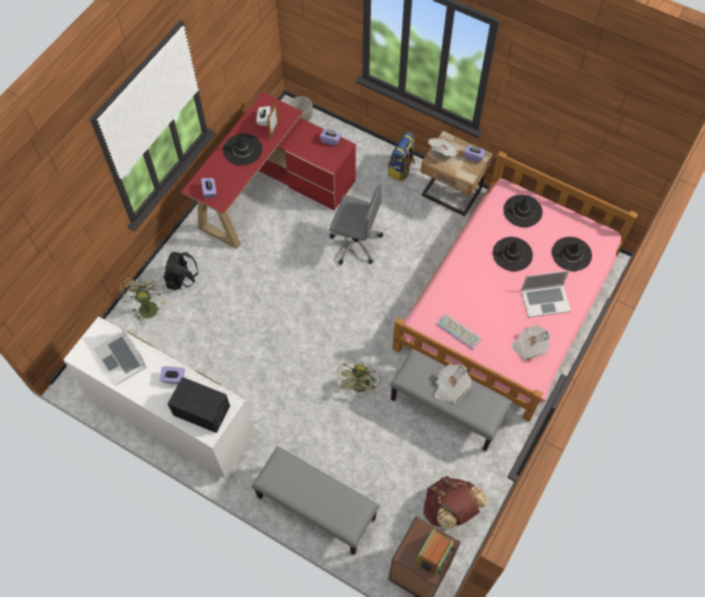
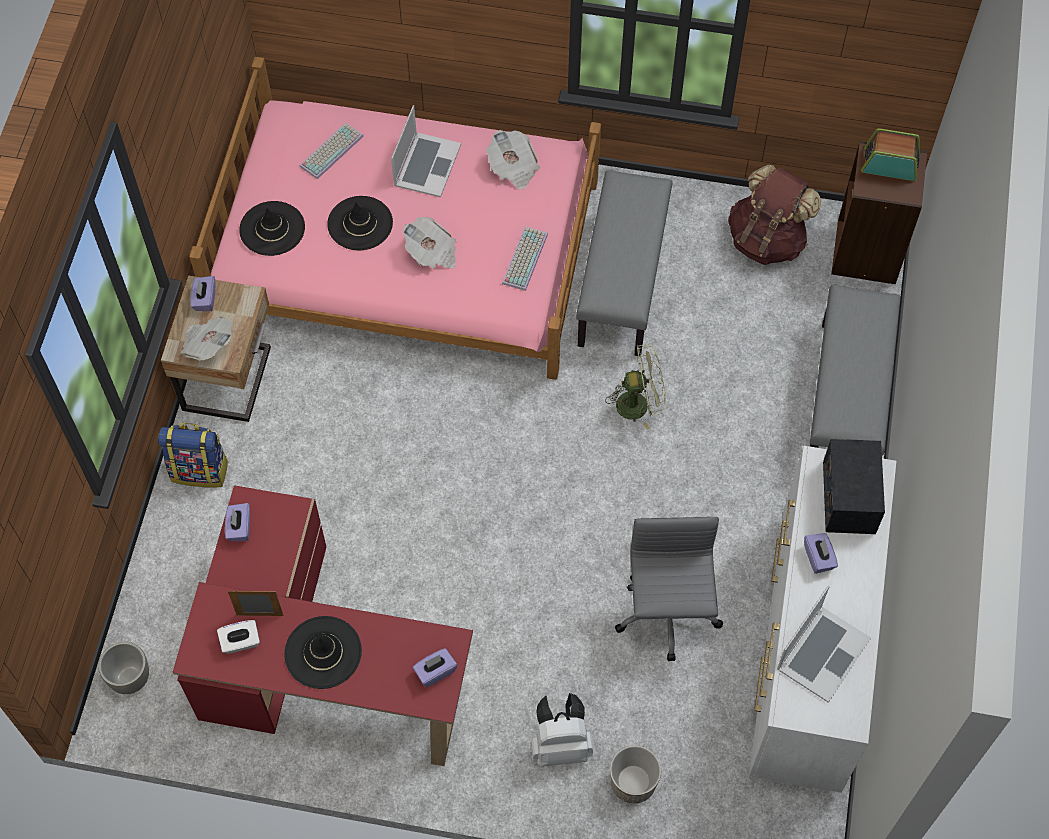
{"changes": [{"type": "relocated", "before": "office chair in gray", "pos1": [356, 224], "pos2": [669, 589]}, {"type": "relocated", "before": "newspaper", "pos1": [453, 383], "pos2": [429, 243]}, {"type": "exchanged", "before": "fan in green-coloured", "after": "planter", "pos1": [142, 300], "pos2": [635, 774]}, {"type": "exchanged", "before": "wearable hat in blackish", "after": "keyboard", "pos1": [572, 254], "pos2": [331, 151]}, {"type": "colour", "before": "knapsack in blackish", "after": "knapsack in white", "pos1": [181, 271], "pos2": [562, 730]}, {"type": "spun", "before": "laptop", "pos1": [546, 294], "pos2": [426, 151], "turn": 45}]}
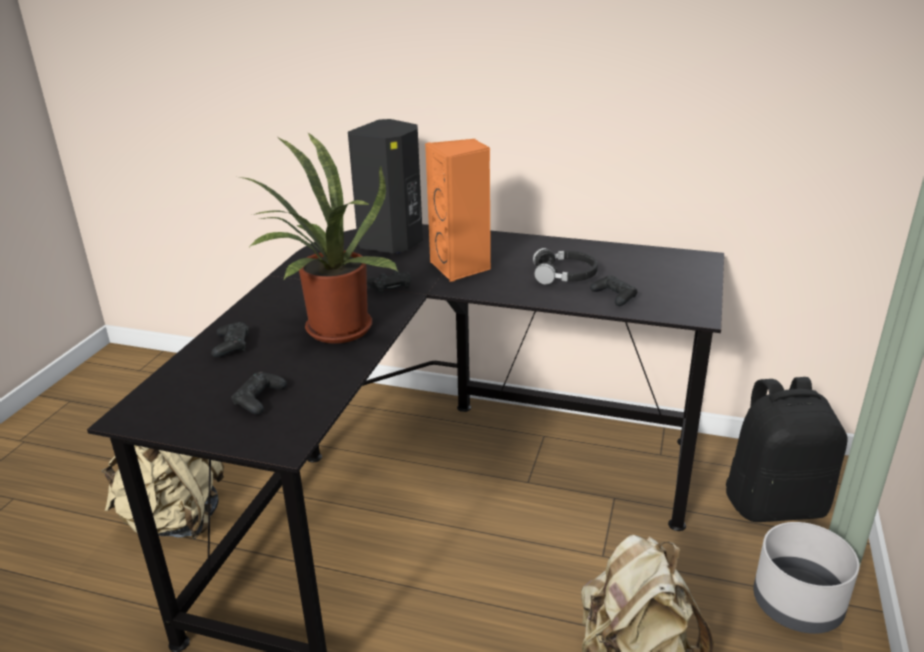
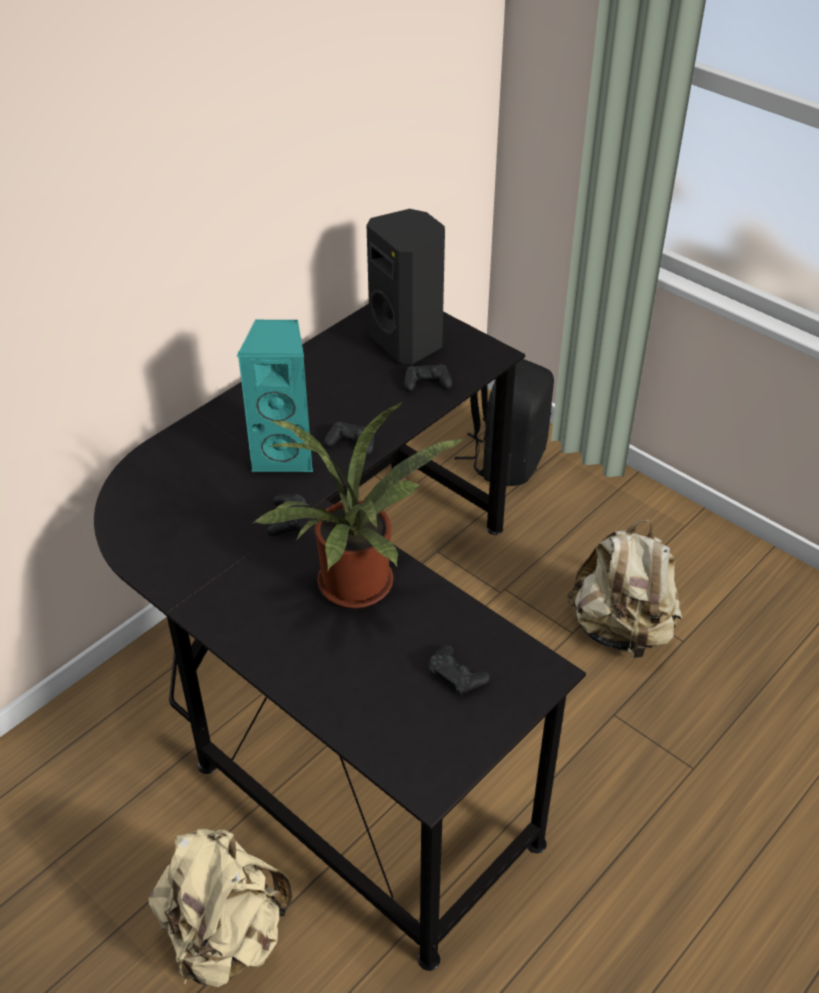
{"changes": [{"type": "missing", "before": "pair of headphones in blackish", "pos1": [565, 266]}, {"type": "missing", "before": "planter in gray", "pos1": [806, 578]}, {"type": "relocated", "before": "joypad in blackish", "pos1": [230, 340], "pos2": [349, 438]}, {"type": "relocated", "before": "loudspeaker in blackish", "pos1": [385, 186], "pos2": [405, 286]}, {"type": "colour", "before": "loudspeaker in orange-coloured", "after": "loudspeaker in turquoise-coloured", "pos1": [458, 210], "pos2": [275, 395]}]}
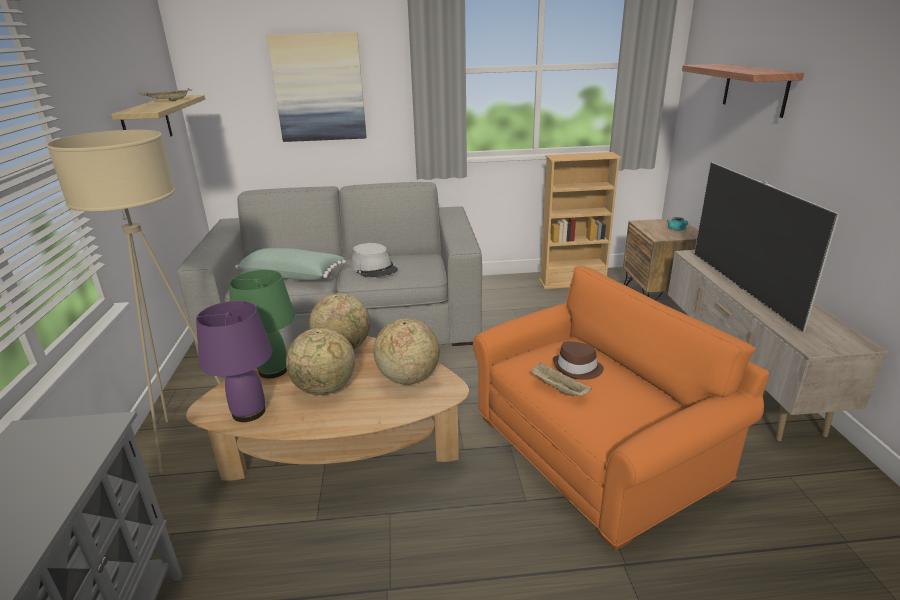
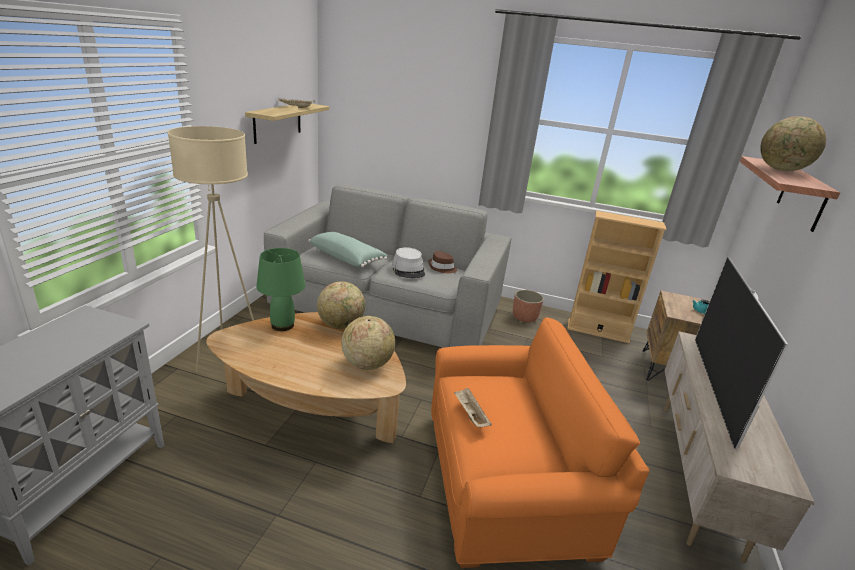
{"changes": [{"type": "missing", "before": "table lamp in purple-coloured", "pos1": [234, 361]}, {"type": "missing", "before": "picture", "pos1": [317, 87]}, {"type": "appeared", "after": "planter", "pos2": [528, 306]}, {"type": "relocated", "before": "desk globe", "pos1": [320, 361], "pos2": [793, 143]}, {"type": "relocated", "before": "wearable hat in brown-coloured", "pos1": [578, 360], "pos2": [442, 262]}]}
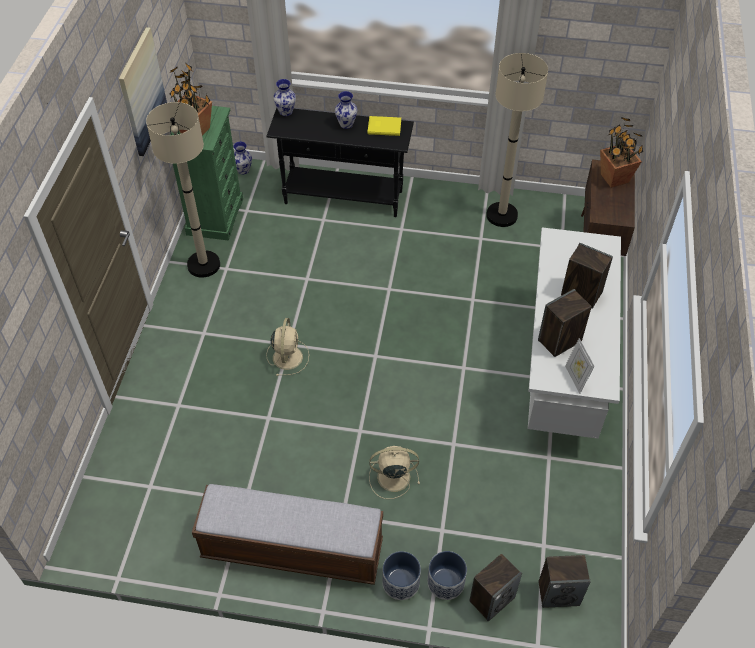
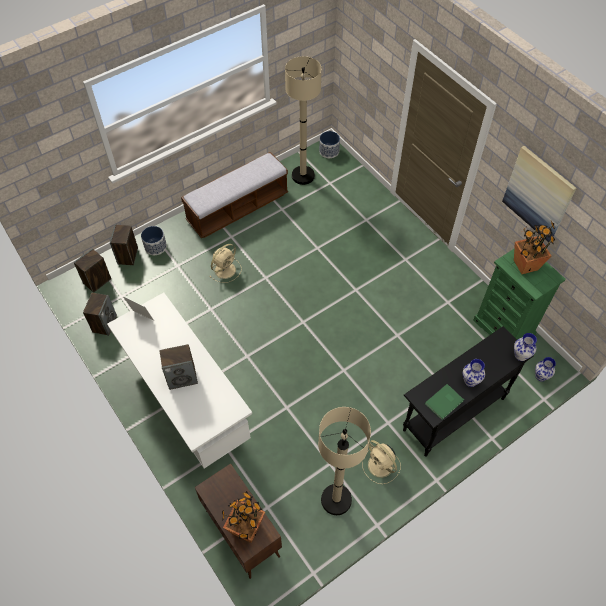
{"changes": [{"type": "relocated", "before": "floor lamp in beige-coloured", "pos1": [183, 190], "pos2": [303, 120]}, {"type": "relocated", "before": "fan in beige-coloured", "pos1": [287, 347], "pos2": [381, 462]}, {"type": "relocated", "before": "planter", "pos1": [401, 575], "pos2": [329, 144]}, {"type": "relocated", "before": "loudspeaker", "pos1": [565, 323], "pos2": [100, 314]}, {"type": "colour", "before": "bound book in yellowish", "after": "bound book in green-coloured", "pos1": [384, 126], "pos2": [444, 402]}]}
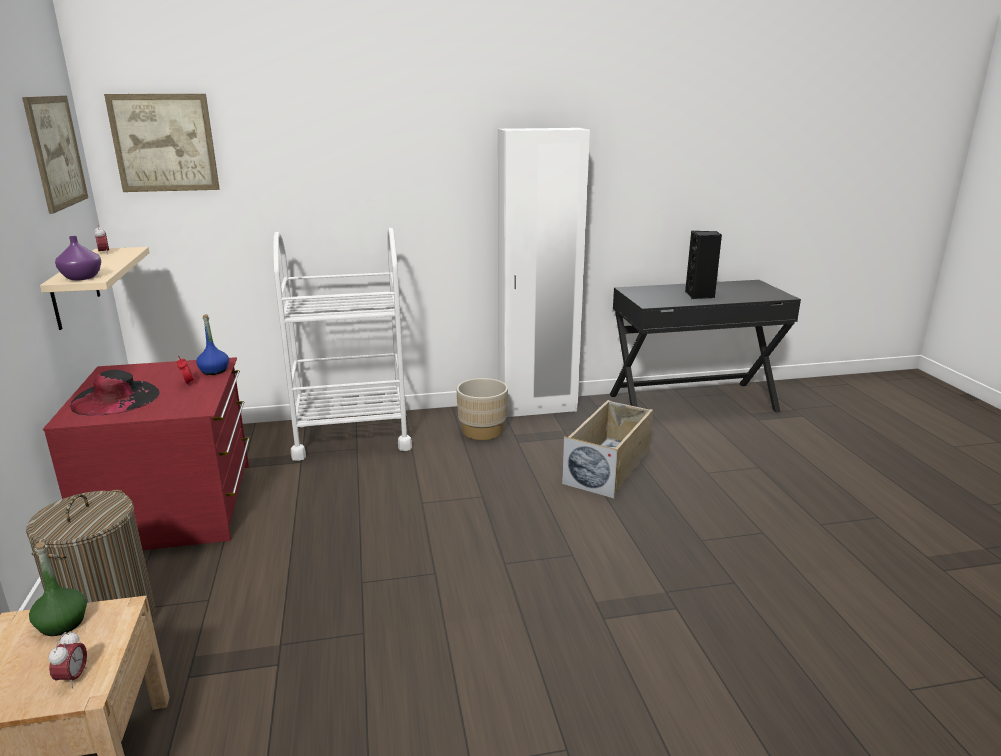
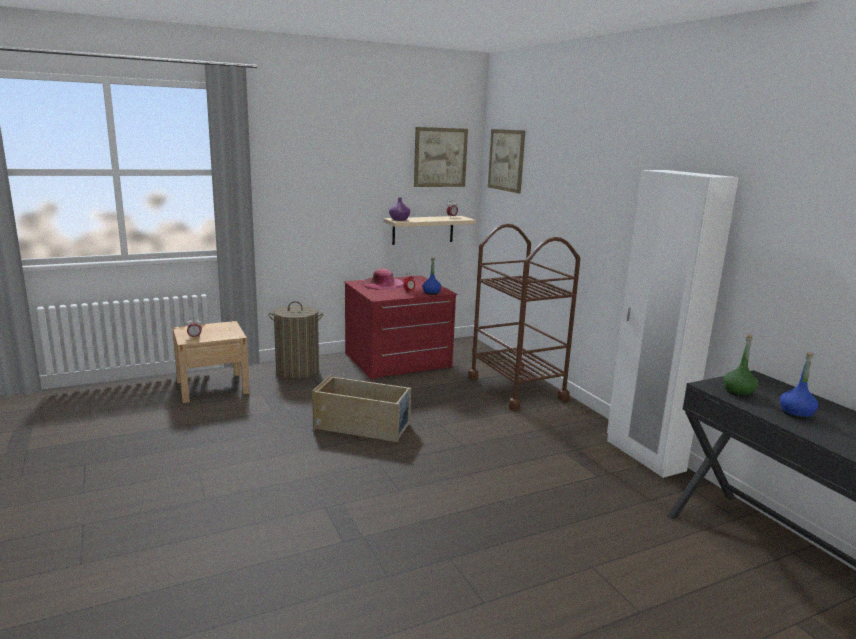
{"changes": [{"type": "missing", "before": "planter in beige-coloured", "pos1": [482, 409]}, {"type": "relocated", "before": "bottle in green-coloured", "pos1": [58, 589], "pos2": [740, 366]}, {"type": "relocated", "before": "storage container in beige-coloured", "pos1": [607, 449], "pos2": [361, 408]}, {"type": "exchanged", "before": "loudspeaker in blackish", "after": "bottle in blue-coloured", "pos1": [703, 264], "pos2": [799, 385]}, {"type": "colour", "before": "wearable hat in blackish", "after": "wearable hat in pink", "pos1": [115, 393], "pos2": [382, 279]}, {"type": "colour", "before": "trolley in white", "after": "trolley in brown-coloured", "pos1": [342, 344], "pos2": [524, 317]}]}
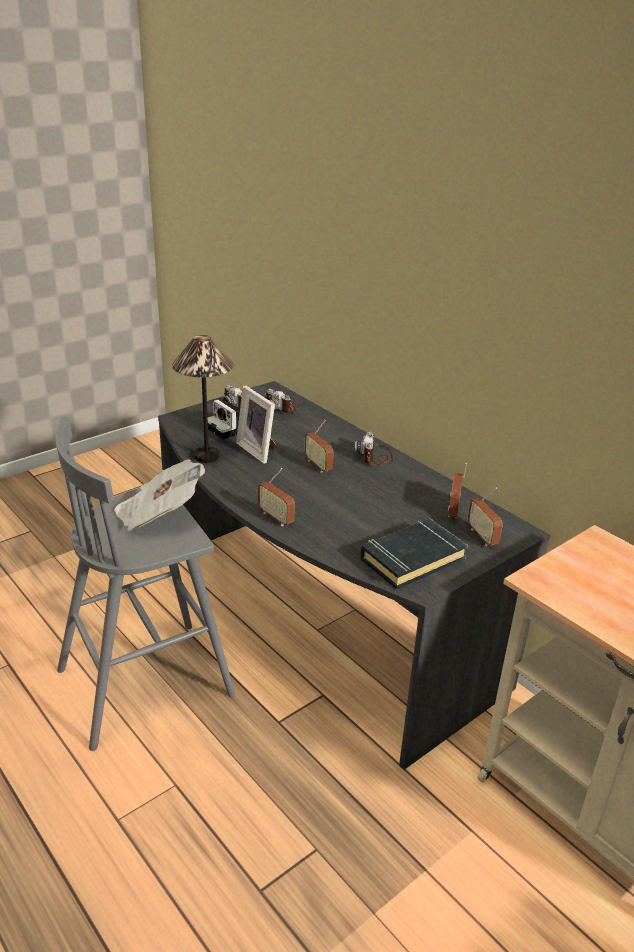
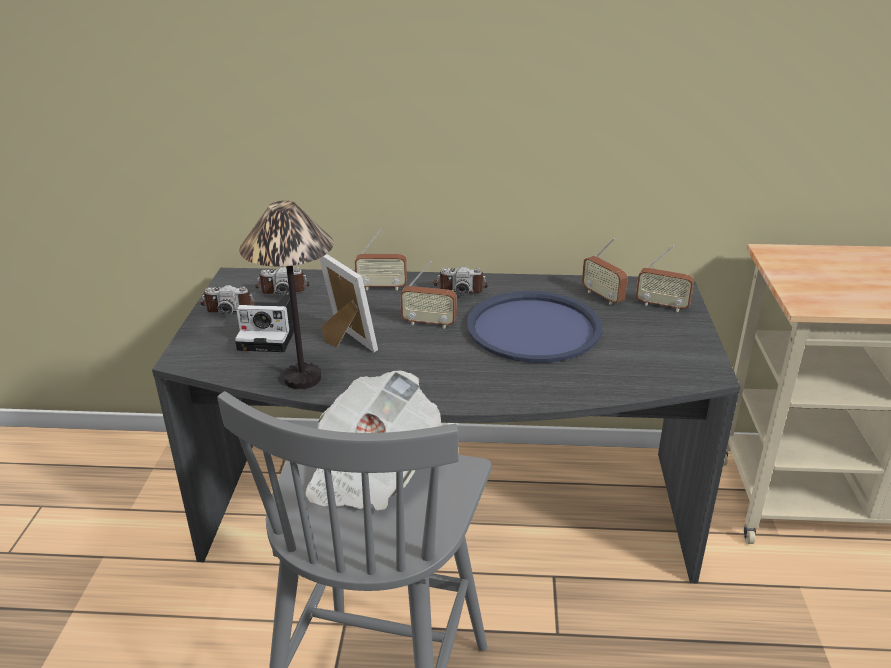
{"changes": [{"type": "missing", "before": "bound book in blackish", "pos1": [414, 553]}, {"type": "appeared", "after": "tray in blue-coloured", "pos2": [534, 327]}, {"type": "relocated", "before": "radio set", "pos1": [276, 497], "pos2": [381, 259]}, {"type": "spun", "before": "photo frame", "pos1": [255, 425], "pos2": [348, 303], "turn": -135}, {"type": "spun", "before": "photo camera", "pos1": [373, 448], "pos2": [460, 280], "turn": -45}]}
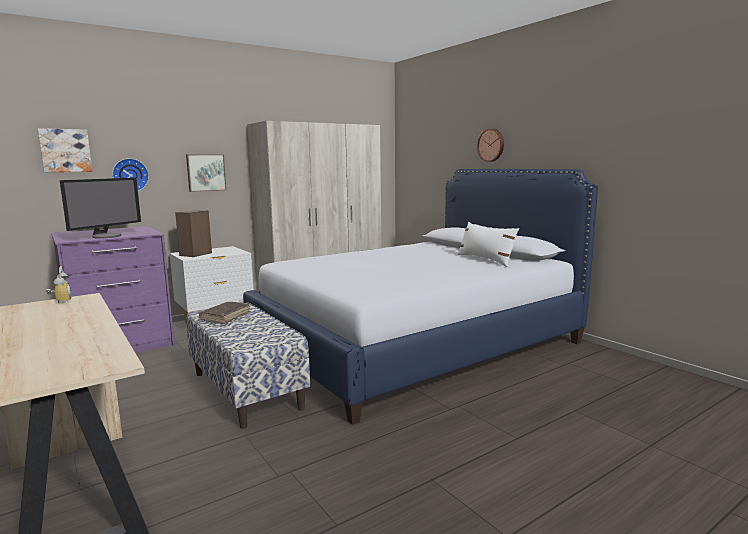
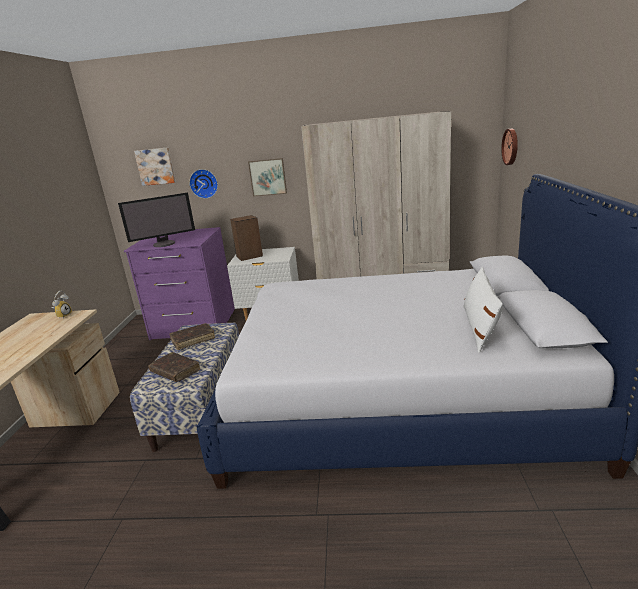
{"changes": [{"type": "appeared", "after": "bound book in brown-coloured", "pos2": [174, 367]}, {"type": "relocated", "before": "wall clock", "pos1": [490, 145], "pos2": [509, 147]}]}
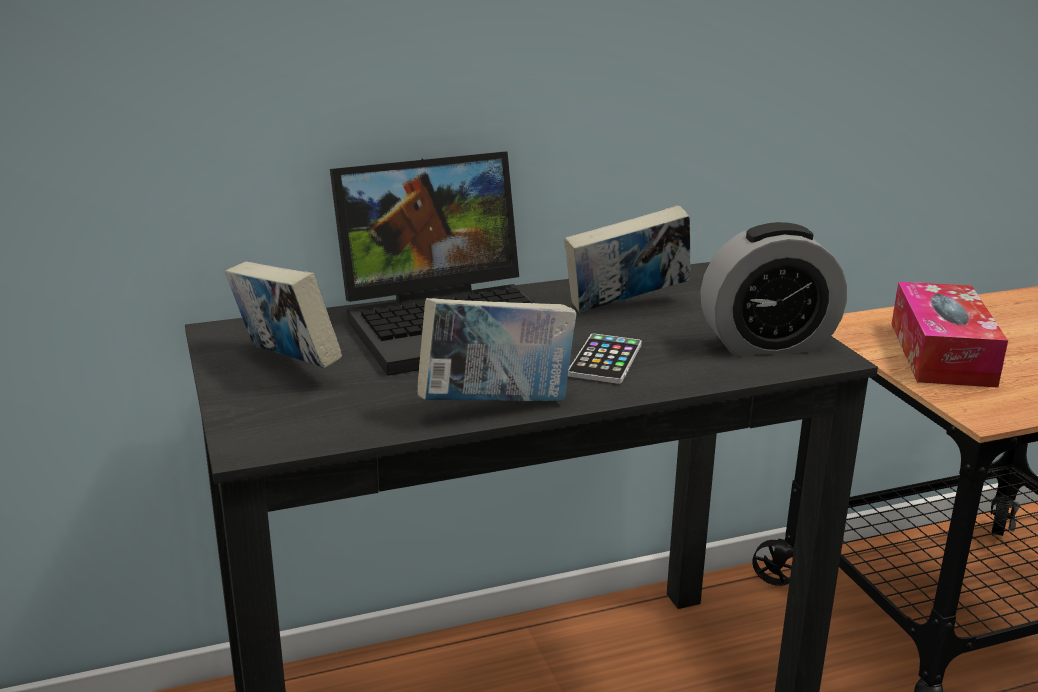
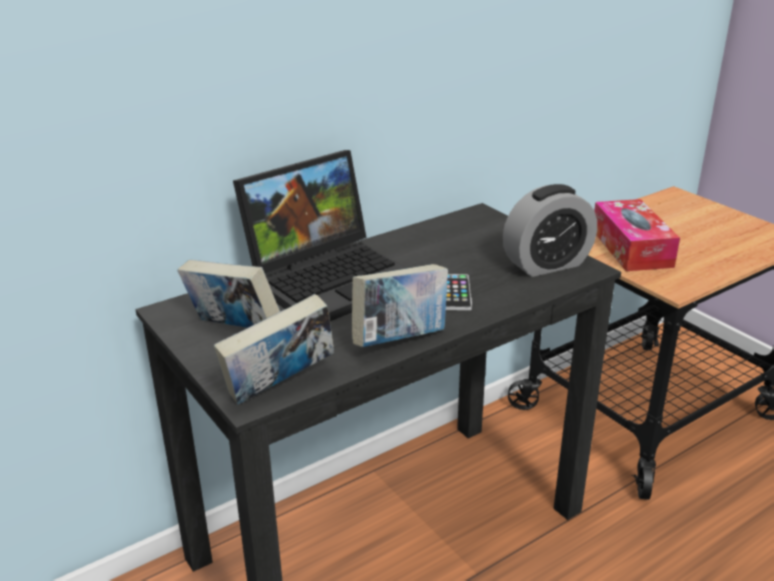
{"changes": [{"type": "relocated", "before": "bound book", "pos1": [627, 259], "pos2": [273, 349]}]}
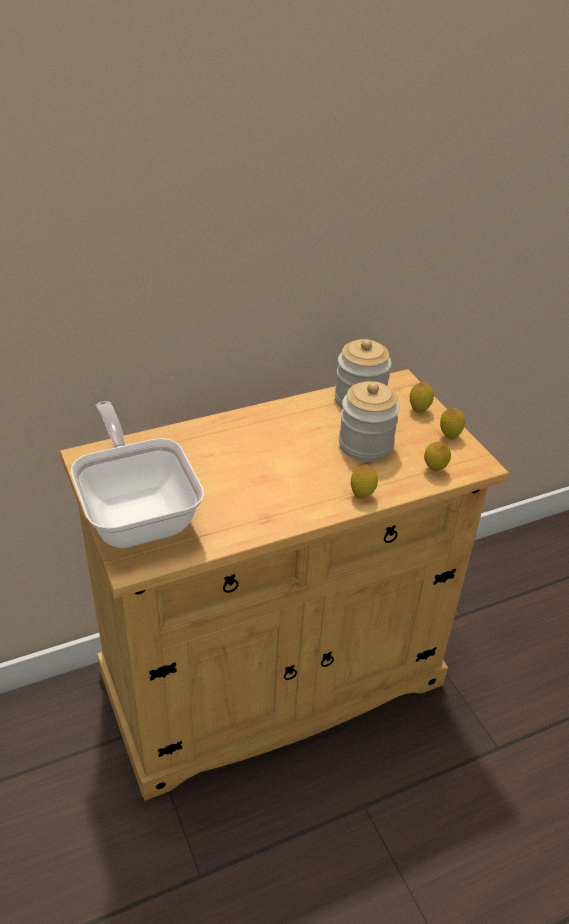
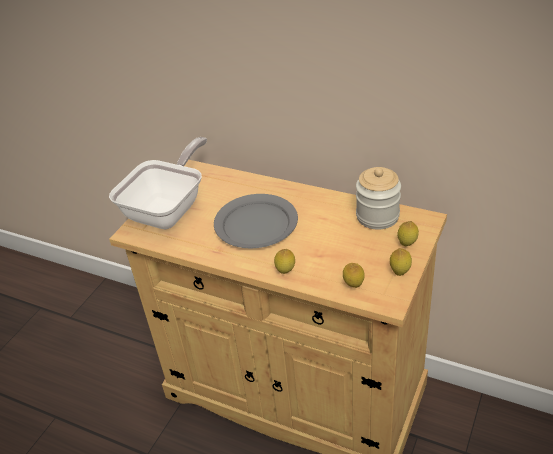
{"changes": [{"type": "missing", "before": "jar", "pos1": [369, 421]}, {"type": "appeared", "after": "dinner plate in gray", "pos2": [256, 221]}]}
